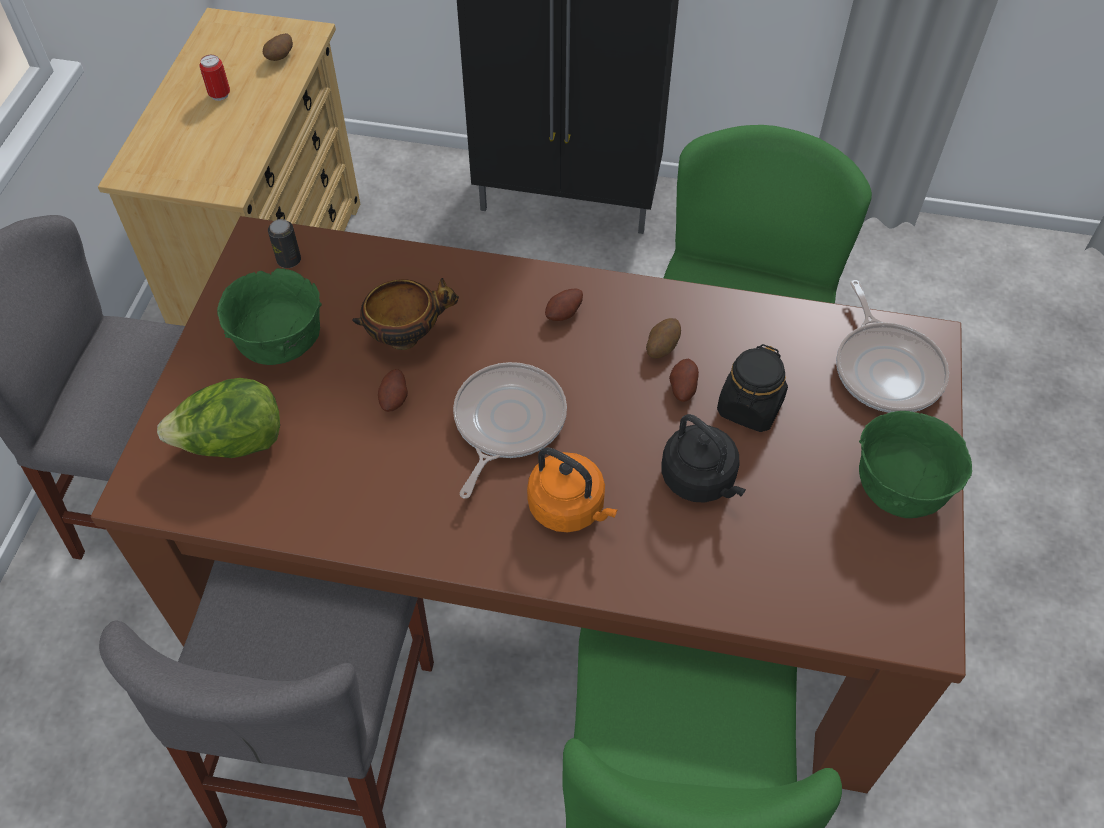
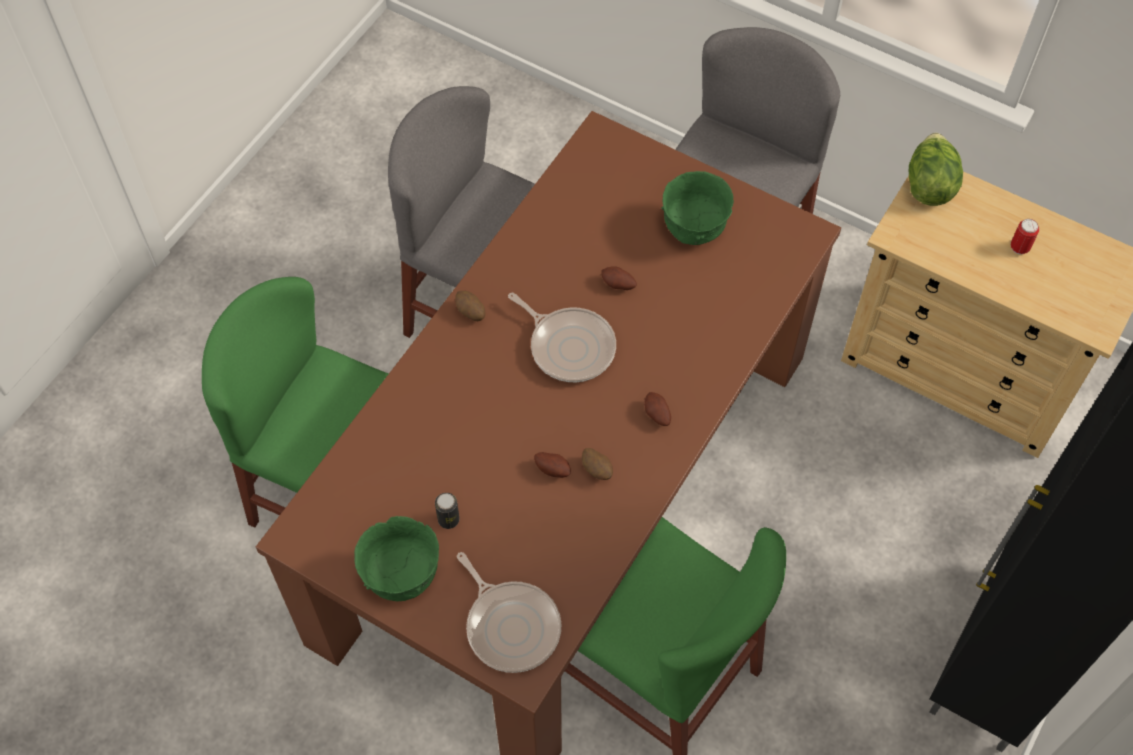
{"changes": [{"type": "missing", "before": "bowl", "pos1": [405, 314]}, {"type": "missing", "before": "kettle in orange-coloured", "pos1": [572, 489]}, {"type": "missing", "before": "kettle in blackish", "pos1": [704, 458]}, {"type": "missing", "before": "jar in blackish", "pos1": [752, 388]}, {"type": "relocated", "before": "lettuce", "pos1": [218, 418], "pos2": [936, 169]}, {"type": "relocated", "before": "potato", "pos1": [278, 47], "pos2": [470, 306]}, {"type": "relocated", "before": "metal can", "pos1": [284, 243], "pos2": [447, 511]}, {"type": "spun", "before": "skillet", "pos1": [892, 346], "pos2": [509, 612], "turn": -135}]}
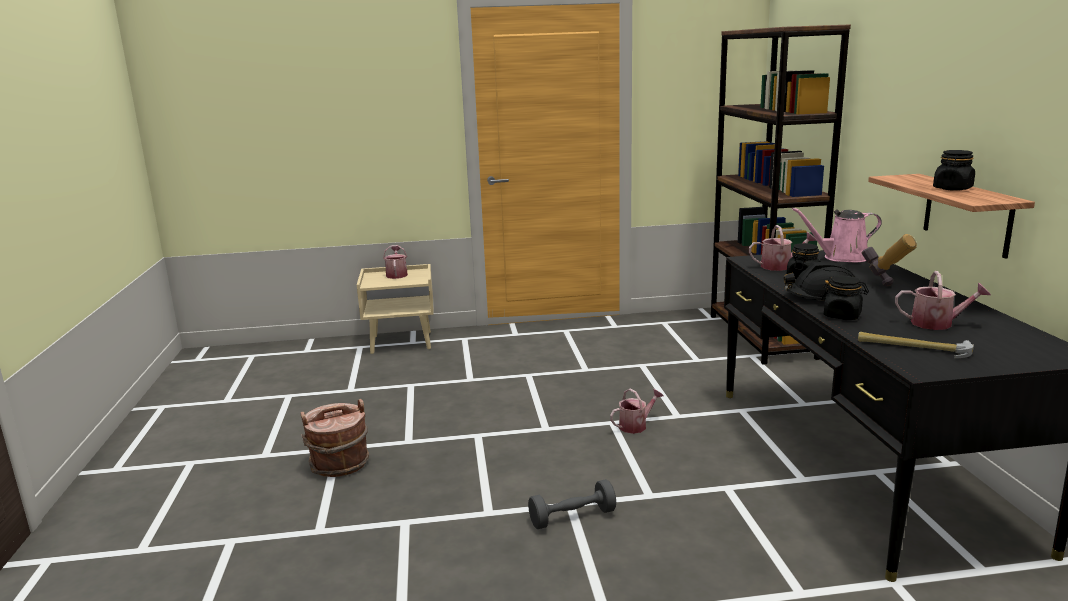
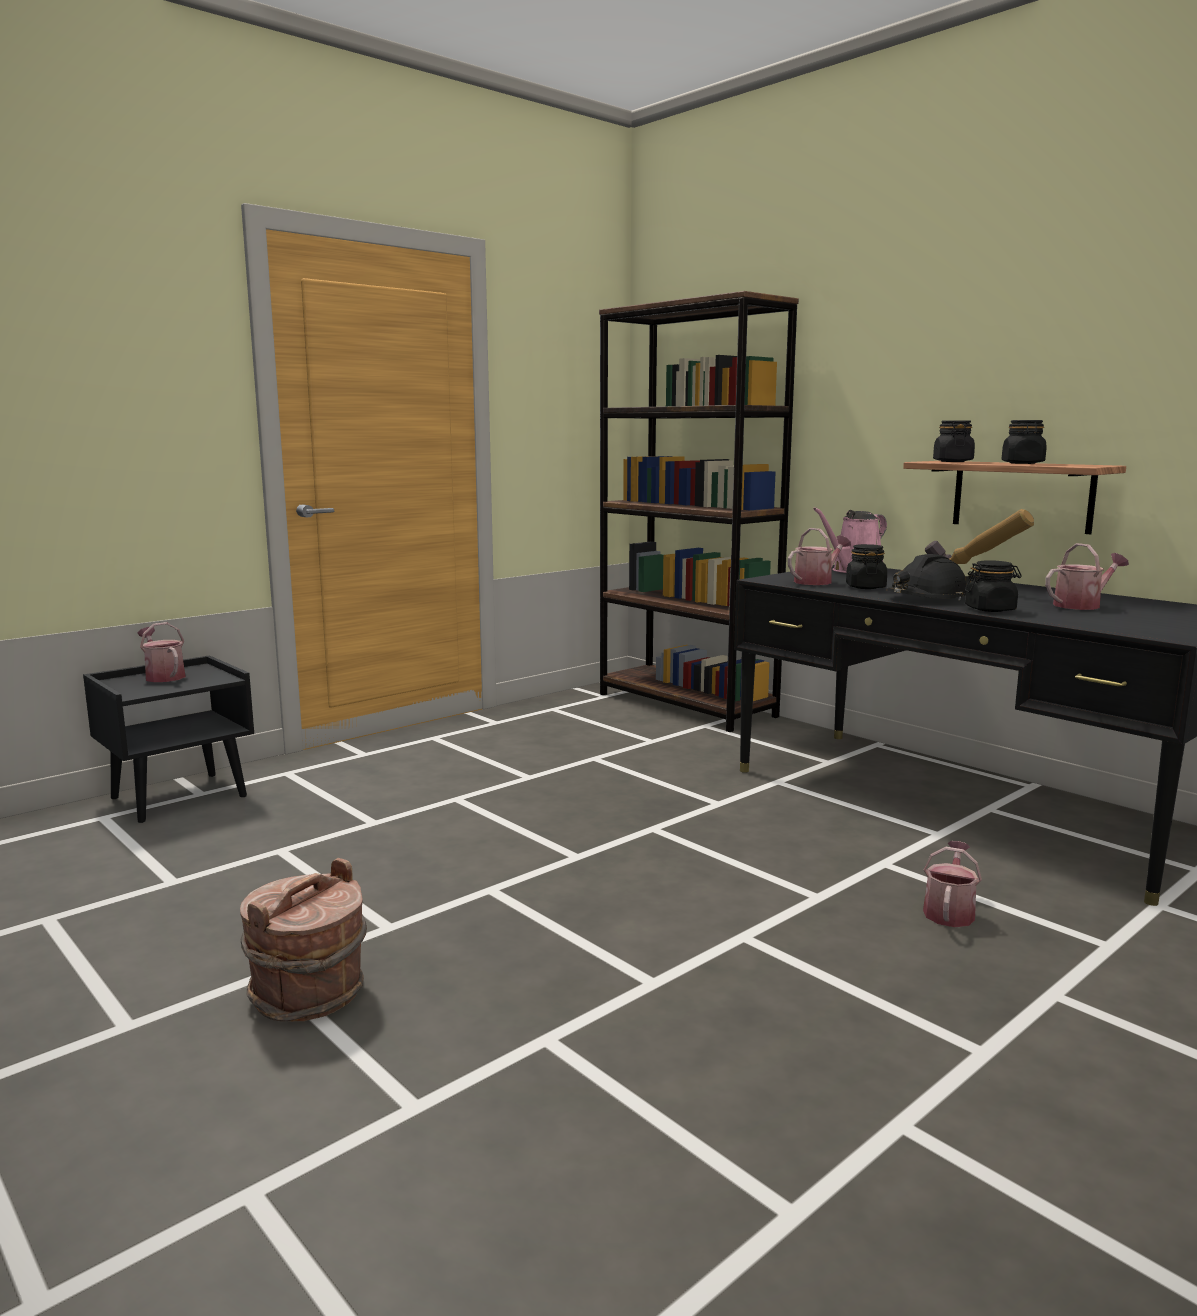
{"changes": [{"type": "missing", "before": "free weight in gray", "pos1": [572, 504]}, {"type": "missing", "before": "hand hammer", "pos1": [916, 345]}, {"type": "appeared", "after": "jar in blackish", "pos2": [954, 441]}, {"type": "relocated", "before": "sprinkling can", "pos1": [637, 411], "pos2": [952, 884]}, {"type": "colour", "before": "night table in beige-coloured", "after": "night table in blackish", "pos1": [395, 309], "pos2": [168, 739]}]}
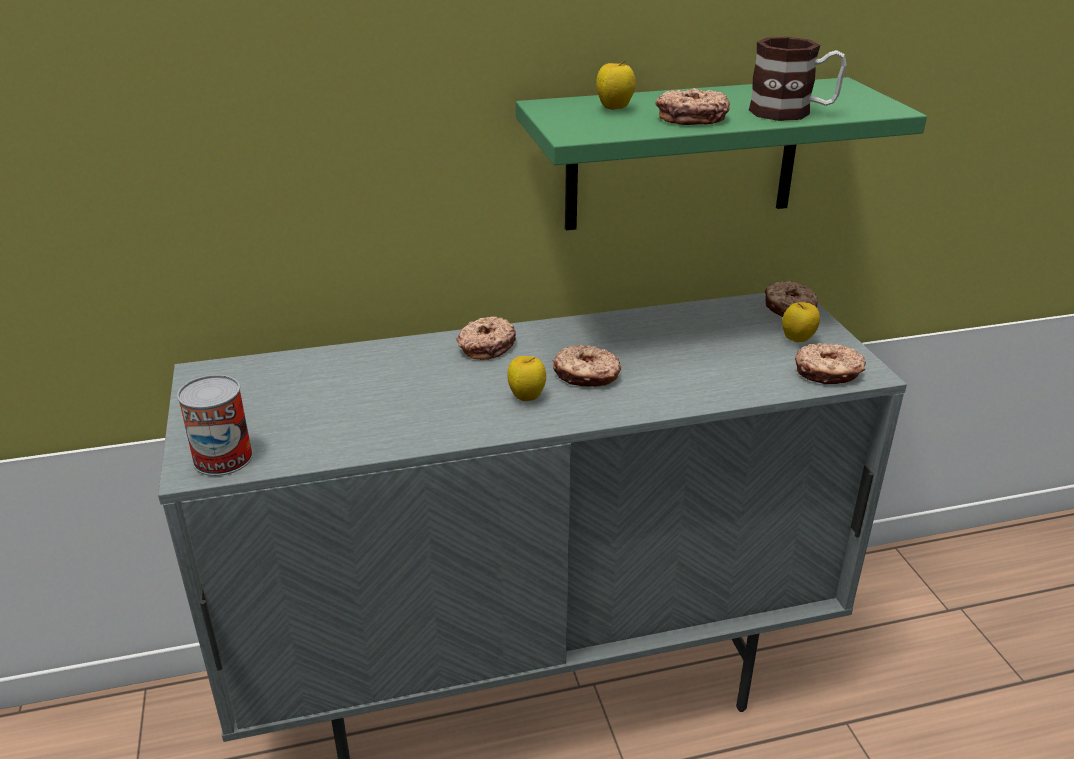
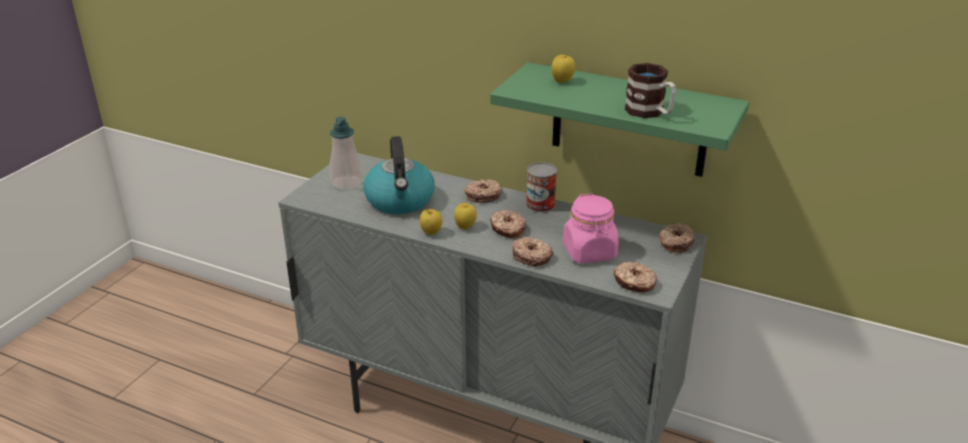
{"changes": [{"type": "appeared", "after": "liquid soap bottle", "pos2": [346, 153]}, {"type": "appeared", "after": "kettle", "pos2": [399, 175]}, {"type": "appeared", "after": "jar in pink", "pos2": [591, 228]}, {"type": "relocated", "before": "metal can", "pos1": [215, 425], "pos2": [541, 187]}, {"type": "relocated", "before": "donut", "pos1": [692, 106], "pos2": [532, 251]}, {"type": "relocated", "before": "whole apple", "pos1": [801, 322], "pos2": [431, 222]}]}
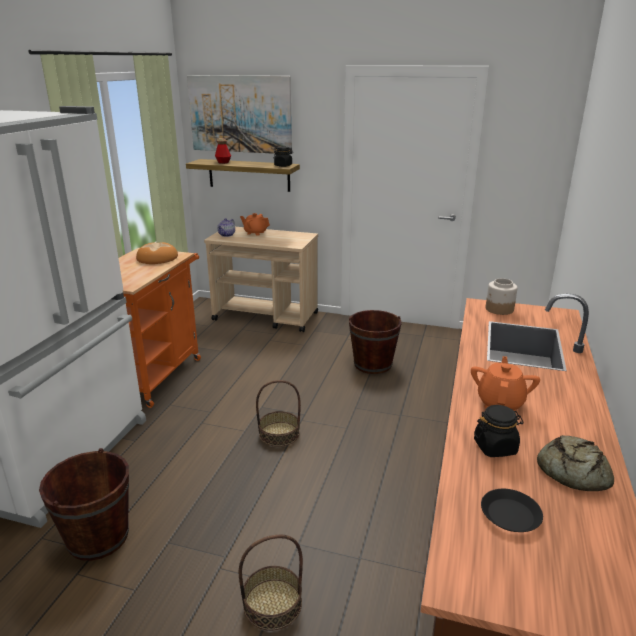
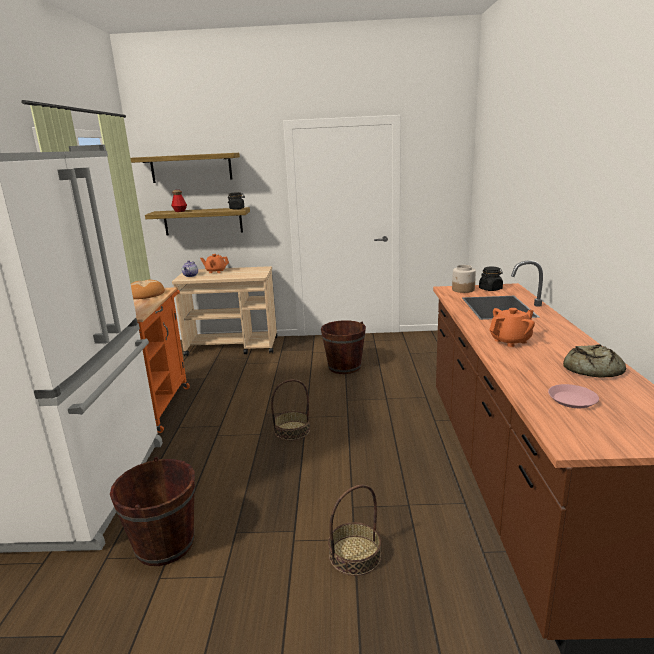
{"changes": [{"type": "relocated", "before": "jar in blackish", "pos1": [499, 431], "pos2": [491, 279]}, {"type": "exchanged", "before": "picture", "after": "bracket shelf", "pos1": [239, 114], "pos2": [185, 168]}, {"type": "colour", "before": "dinner plate in blackish", "after": "dinner plate in pink", "pos1": [512, 510], "pos2": [573, 396]}, {"type": "spun", "before": "pot for tea in orange-coloured", "pos1": [505, 384], "pos2": [512, 327], "turn": 60}]}
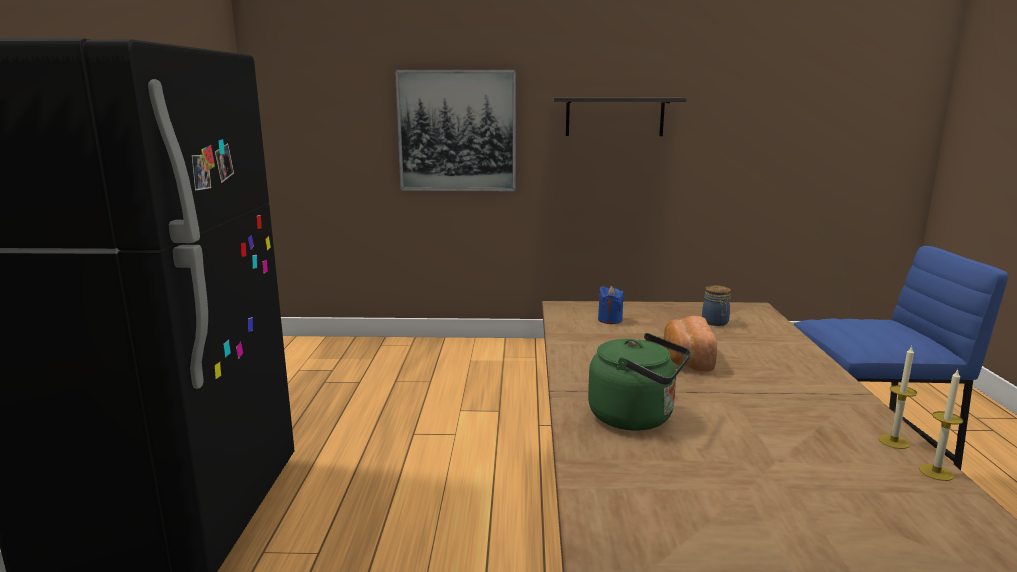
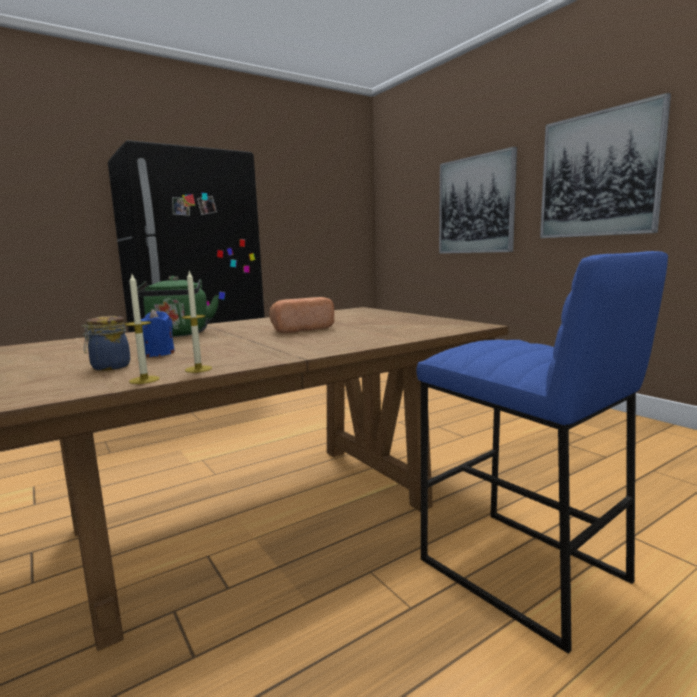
{"changes": [{"type": "relocated", "before": "wax light in blue-coloured", "pos1": [611, 305], "pos2": [158, 333]}, {"type": "relocated", "before": "jar", "pos1": [716, 305], "pos2": [105, 343]}, {"type": "exchanged", "before": "bracket shelf", "after": "picture", "pos1": [619, 117], "pos2": [605, 165]}]}
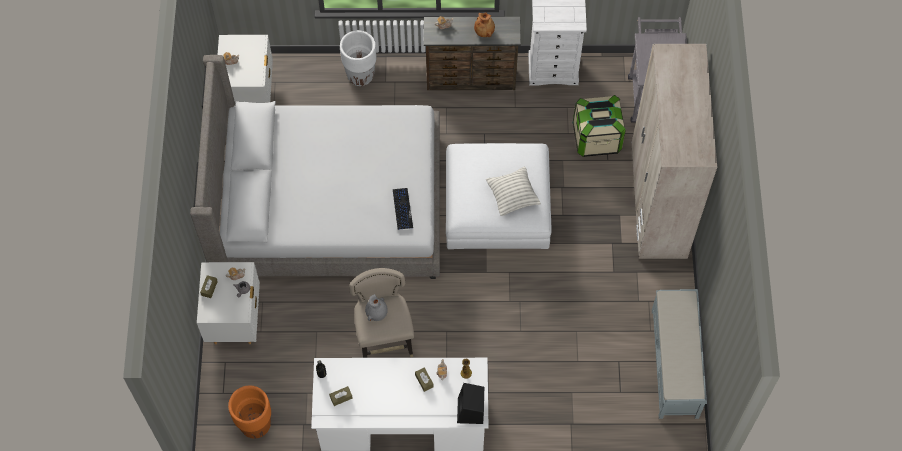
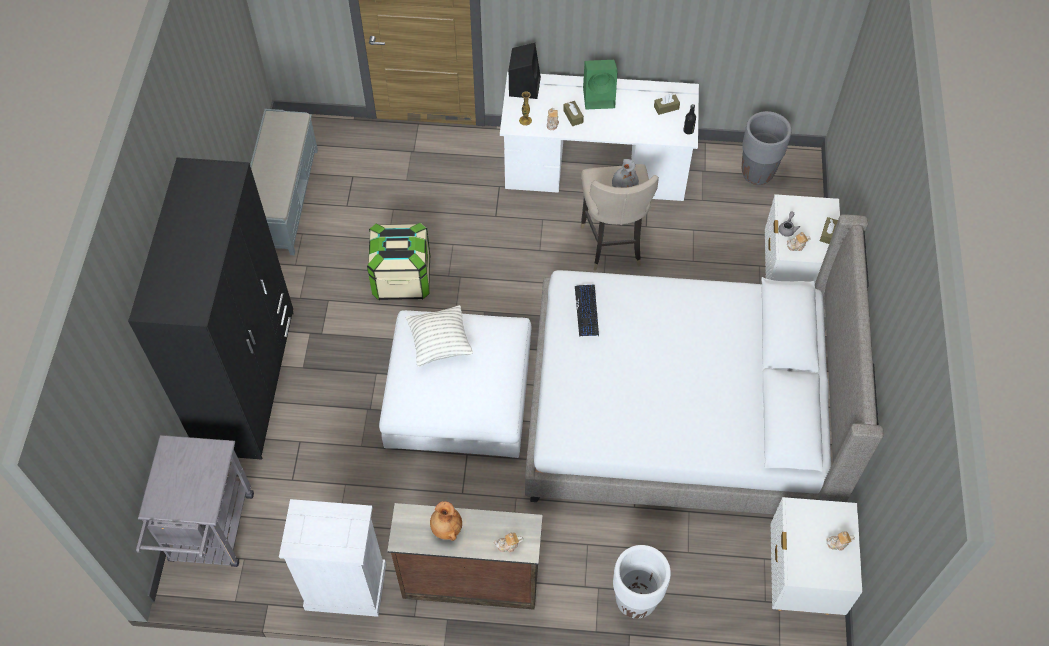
{"changes": [{"type": "appeared", "after": "loudspeaker in green-coloured", "pos2": [600, 84]}, {"type": "relocated", "before": "storage container", "pos1": [599, 126], "pos2": [399, 261]}, {"type": "colour", "before": "planter in orange-coloured", "after": "planter in gray", "pos1": [249, 412], "pos2": [766, 148]}, {"type": "colour", "before": "wardrobe in beige-coloured", "after": "wardrobe in blackish", "pos1": [675, 151], "pos2": [211, 308]}]}
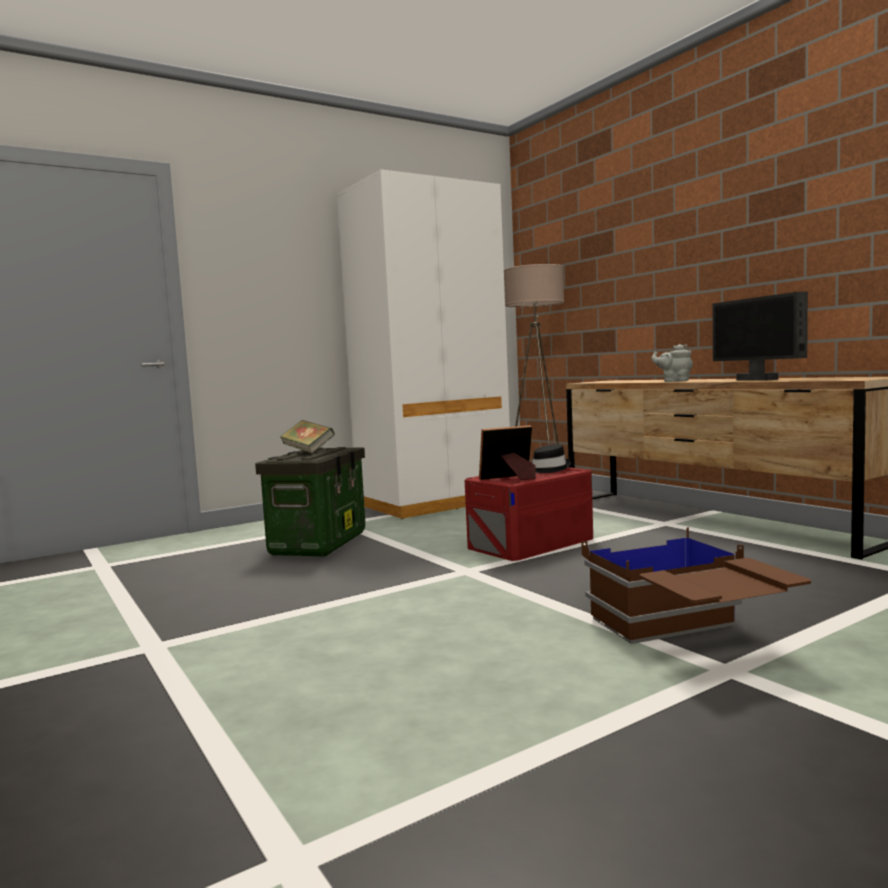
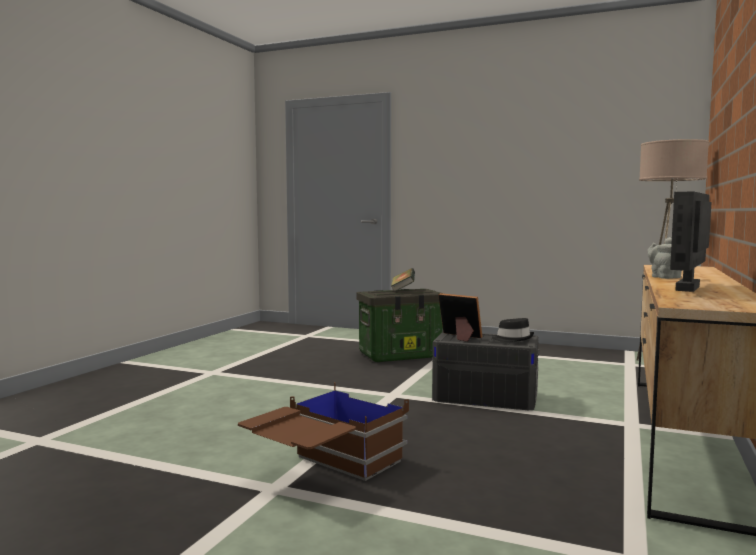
{"changes": [{"type": "missing", "before": "wardrobe in white", "pos1": [423, 344]}, {"type": "colour", "before": "storage container in reddish", "after": "storage container in gray", "pos1": [529, 514], "pos2": [486, 371]}]}
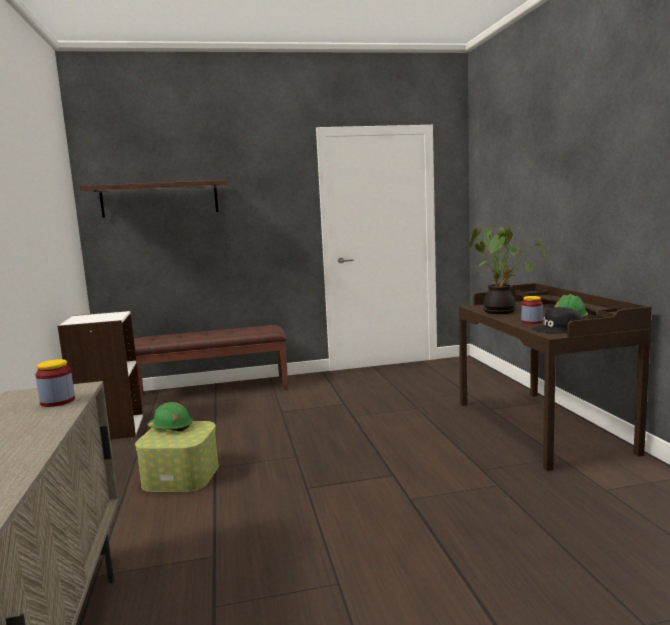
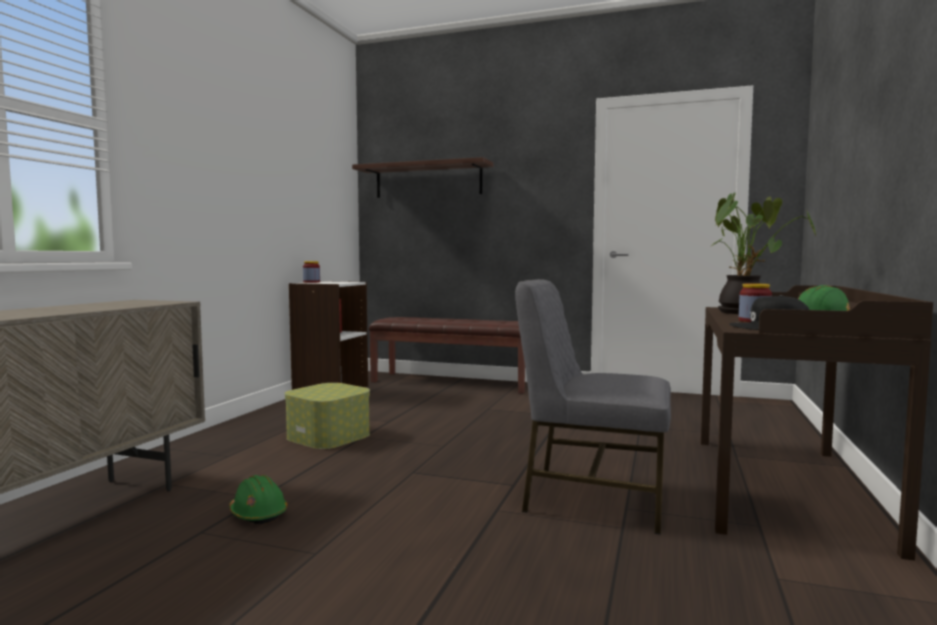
{"changes": [{"type": "appeared", "after": "plain chair in gray", "pos2": [593, 407]}, {"type": "relocated", "before": "jar", "pos1": [55, 383], "pos2": [311, 272]}, {"type": "relocated", "before": "safety helmet in green-coloured", "pos1": [170, 416], "pos2": [258, 499]}]}
